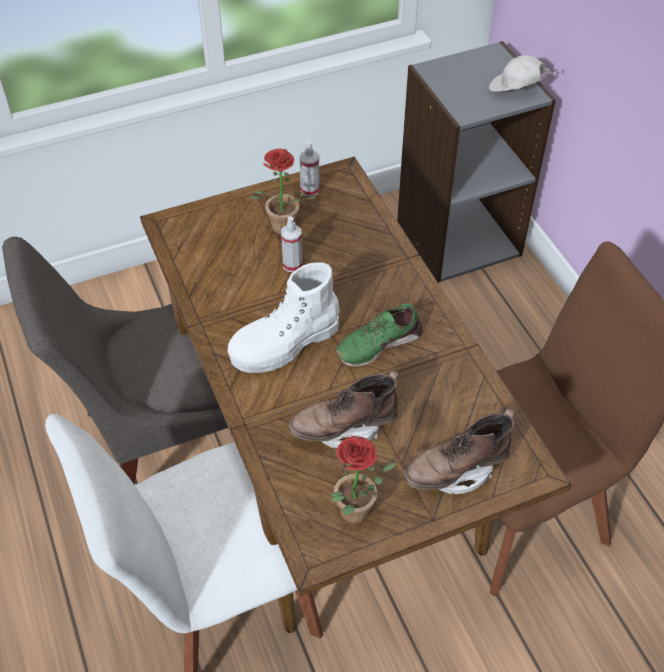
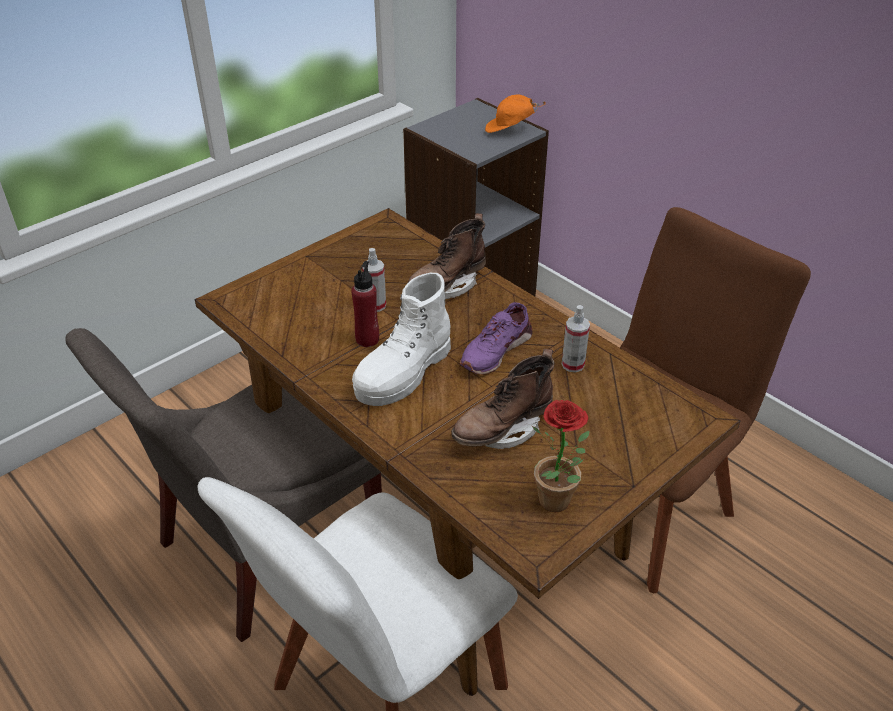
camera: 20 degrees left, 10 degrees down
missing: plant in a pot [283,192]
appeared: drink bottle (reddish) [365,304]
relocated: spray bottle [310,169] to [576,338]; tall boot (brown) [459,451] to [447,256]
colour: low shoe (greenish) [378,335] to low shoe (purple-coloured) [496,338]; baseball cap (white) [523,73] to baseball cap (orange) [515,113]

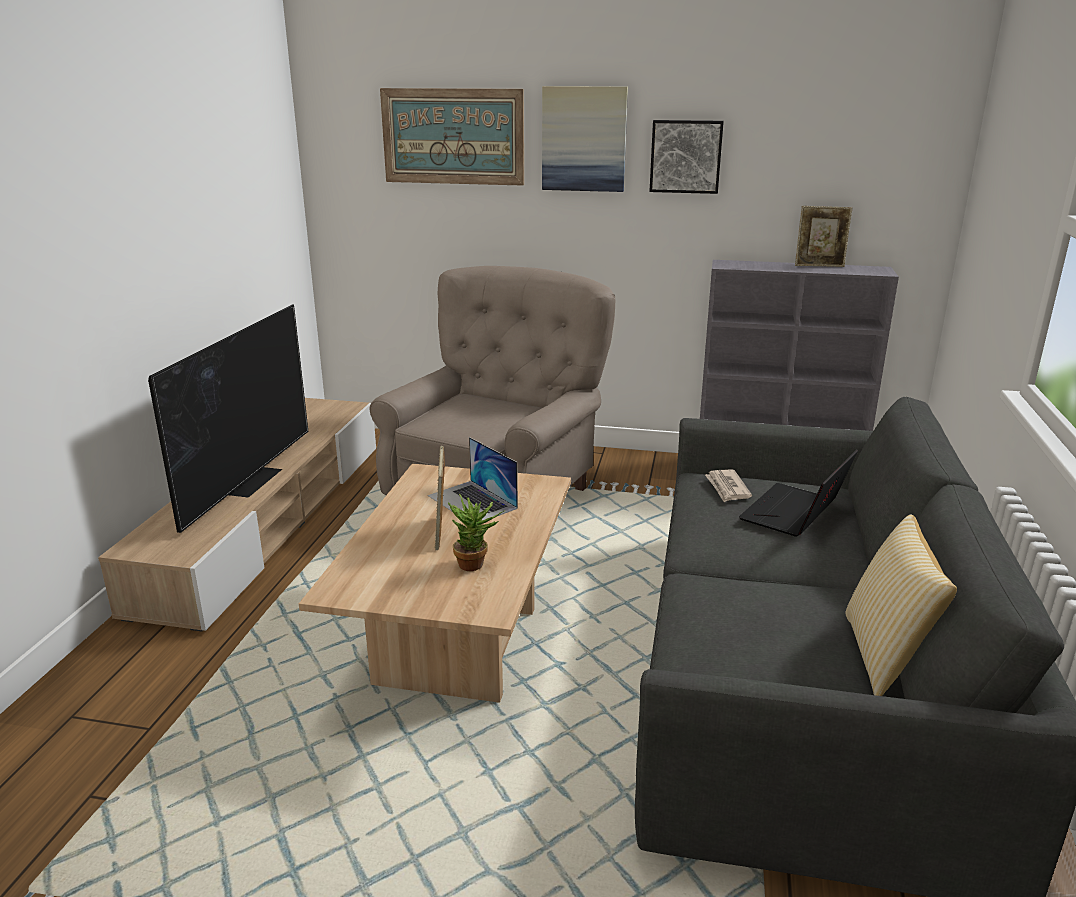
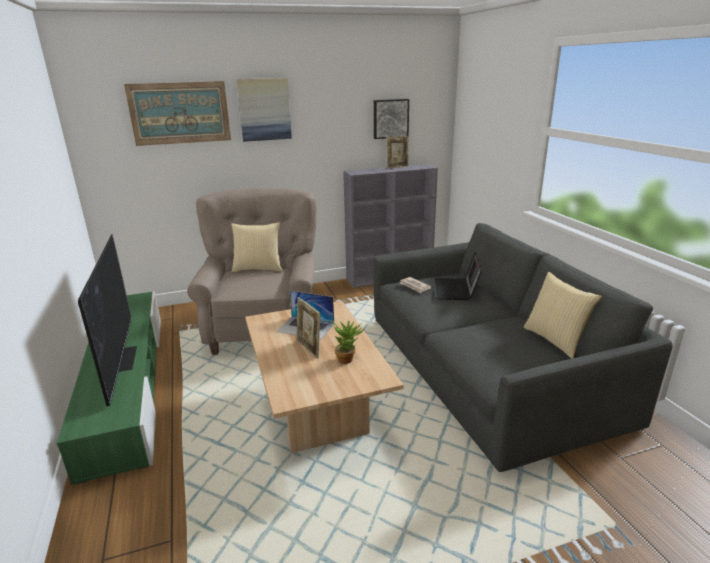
camera: 30 degrees left, 0 degrees up
appeared: pillow [256,247]
relocated: picture [686,157] to [391,119]
colour: tv stand (beige) [237,515] to tv stand (greenish) [109,388]

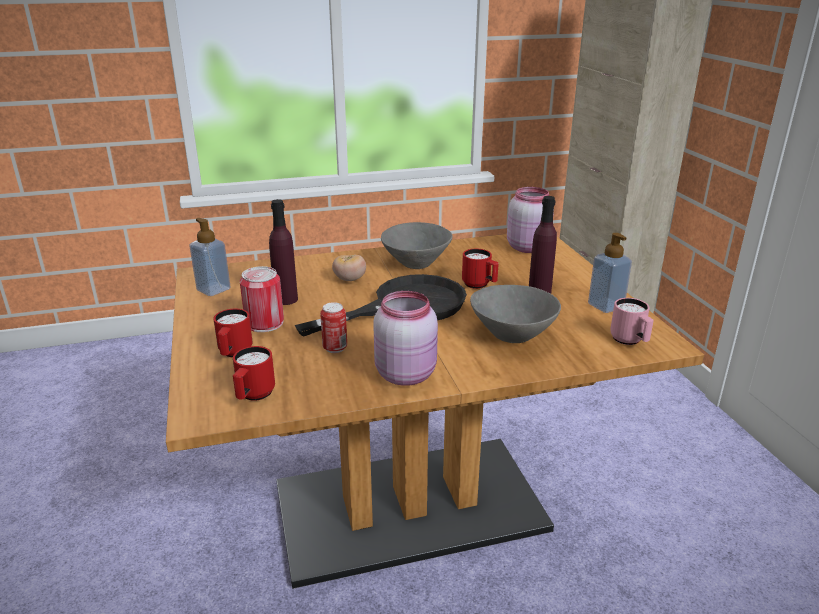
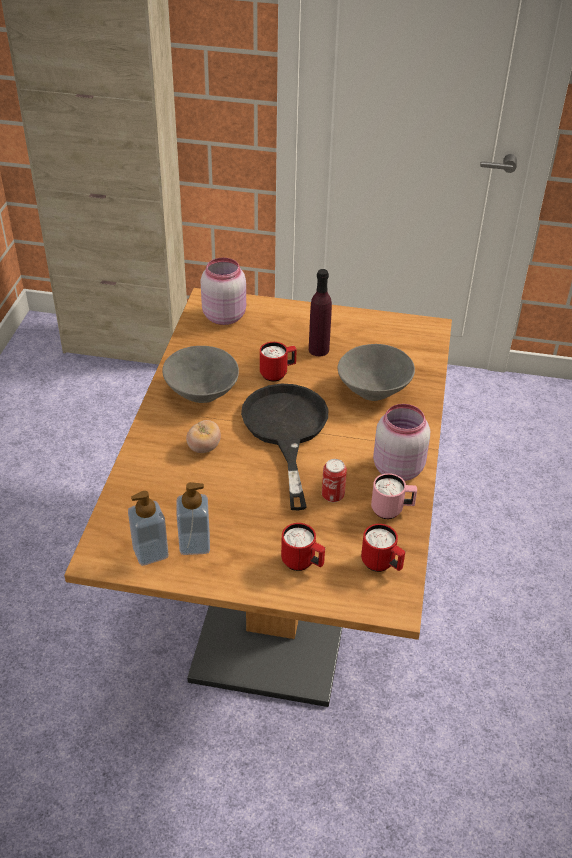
camera: 65 degrees left, 15 degrees up
missing: can [262,299]; drink bottle (purple-coloured) [283,252]
relocated: soap bottle [610,273] to [193,518]; mug (pink) [632,321] to [394,496]

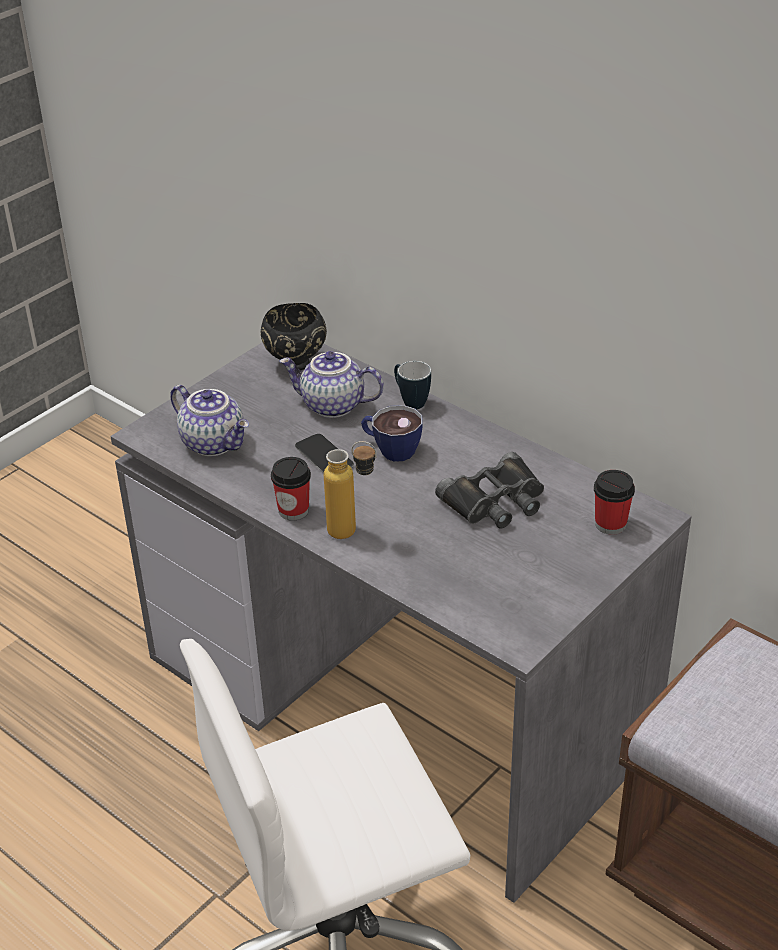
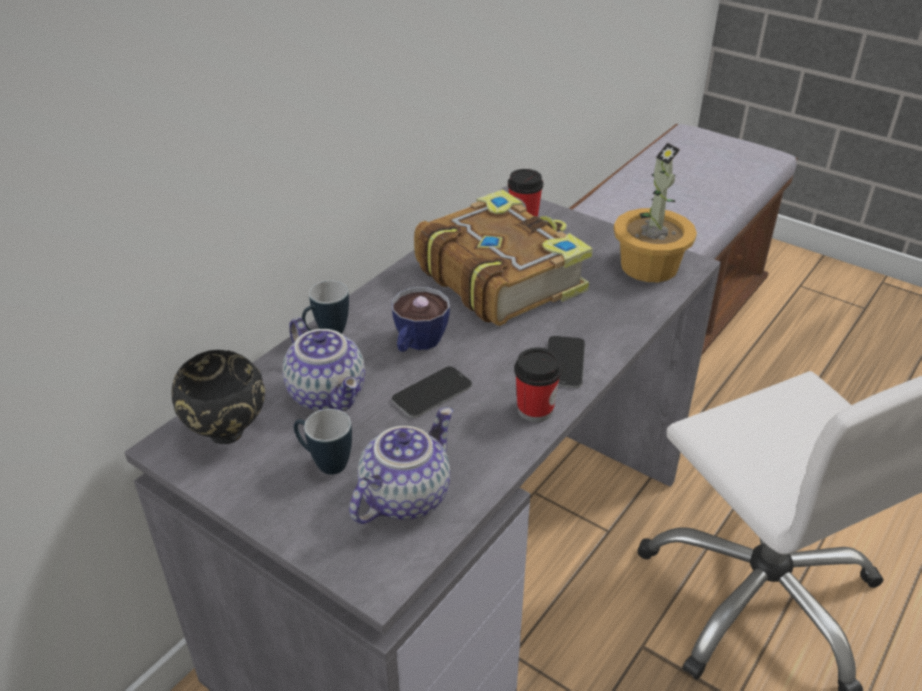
camera: 95 degrees left, 0 degrees up
appeared: mug [323,442]; plant in a pot [655,212]
exchanged: drink bottle [350,490] to handset [566,362]; field glasses (blackish) [489,490] to book [503,257]
spun: tea pot [331,384] = [323,364] 45 degrees counterclockwise

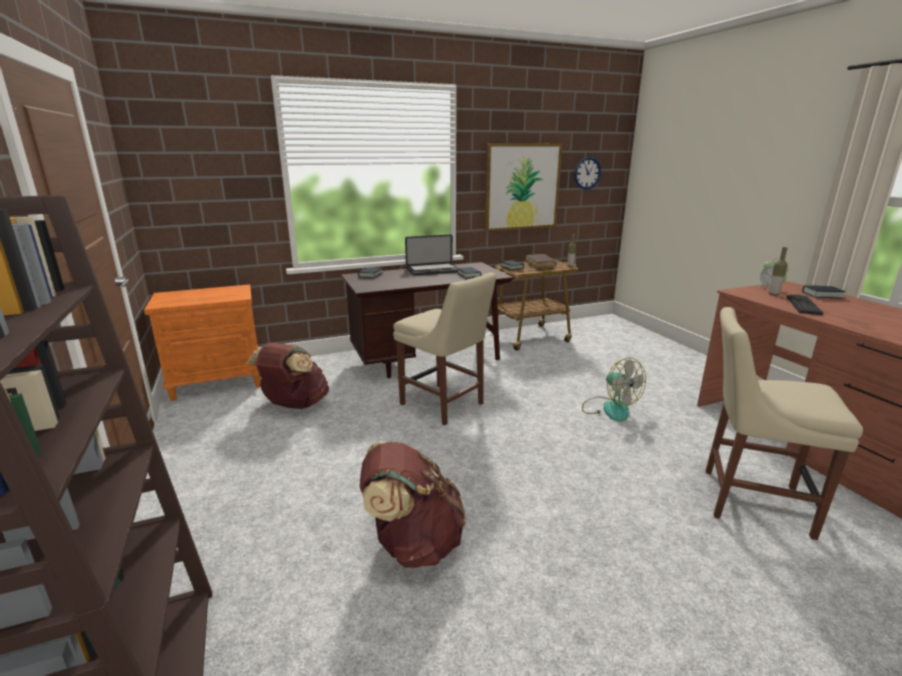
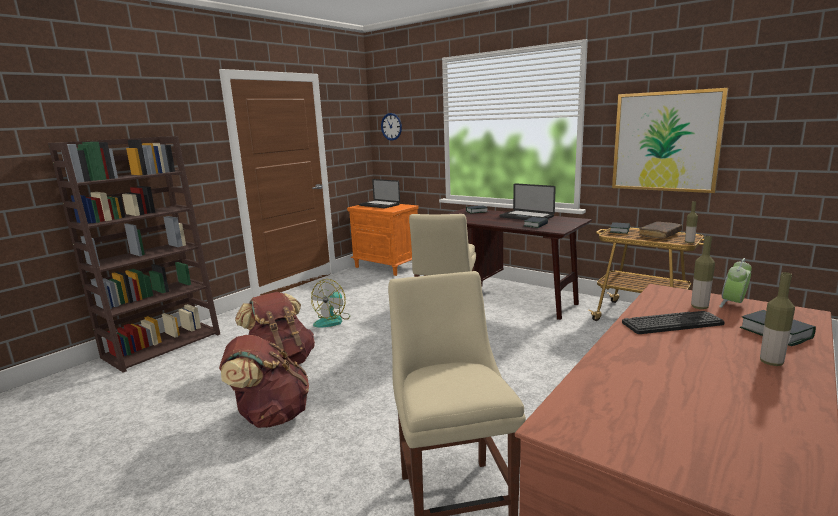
camera: 60 degrees right, 5 degrees down
appeared: laptop [379,193]; drink bottle [777,319]
relocated: backpack (brown) [287,376] to [264,381]; clock on the wall [588,173] to [391,127]; fan [614,390] to [330,303]

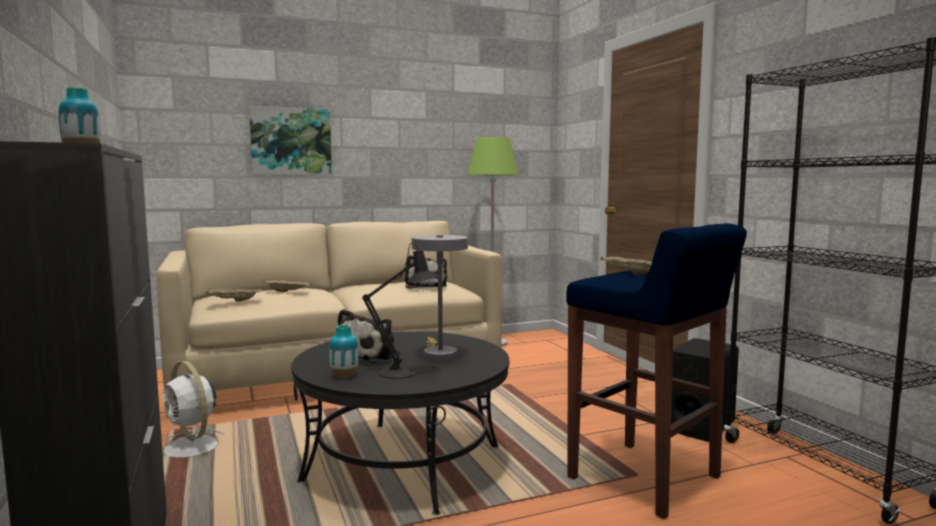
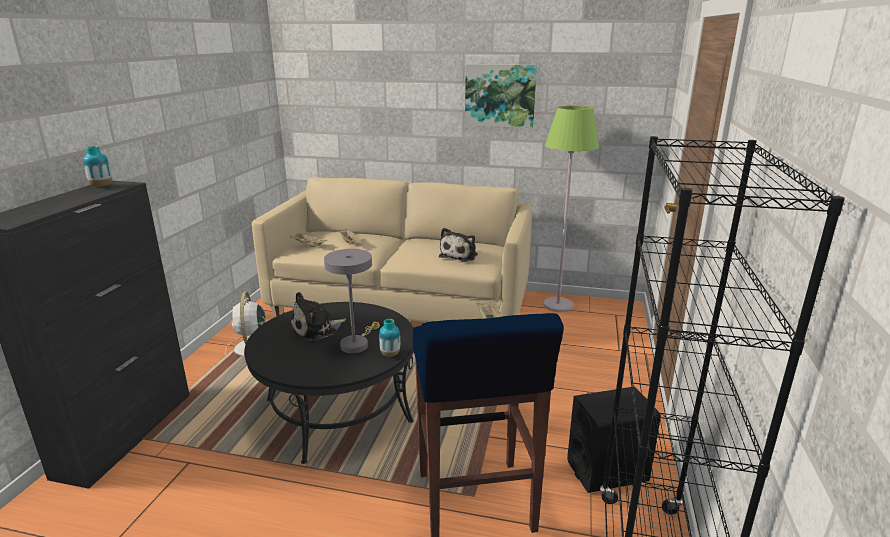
camera: 35 degrees right, 15 degrees up
missing: tabletop lamp (blackish) [400,310]
relocated: picture [290,140] to [501,96]; flower vase [344,351] to [389,338]

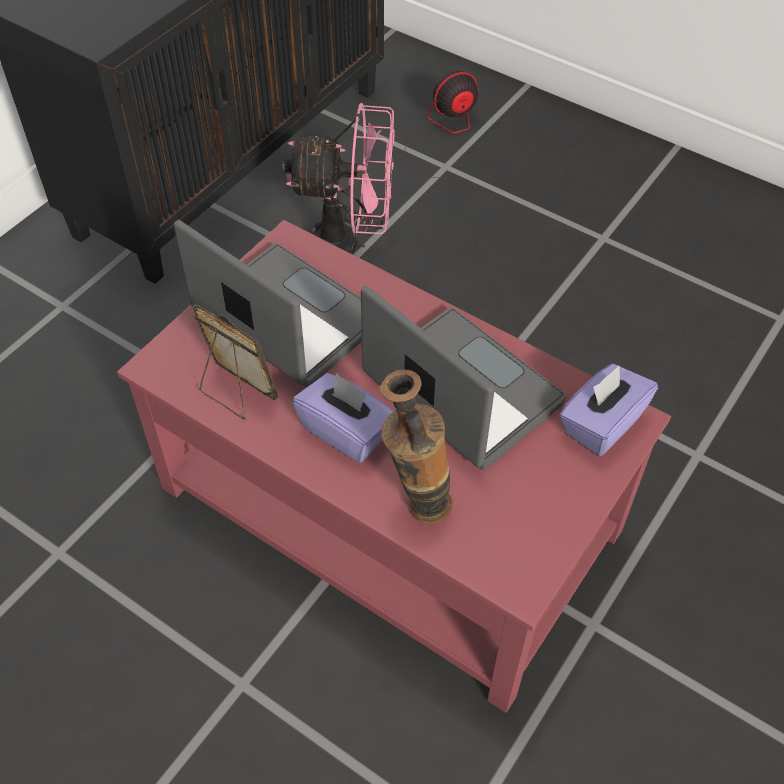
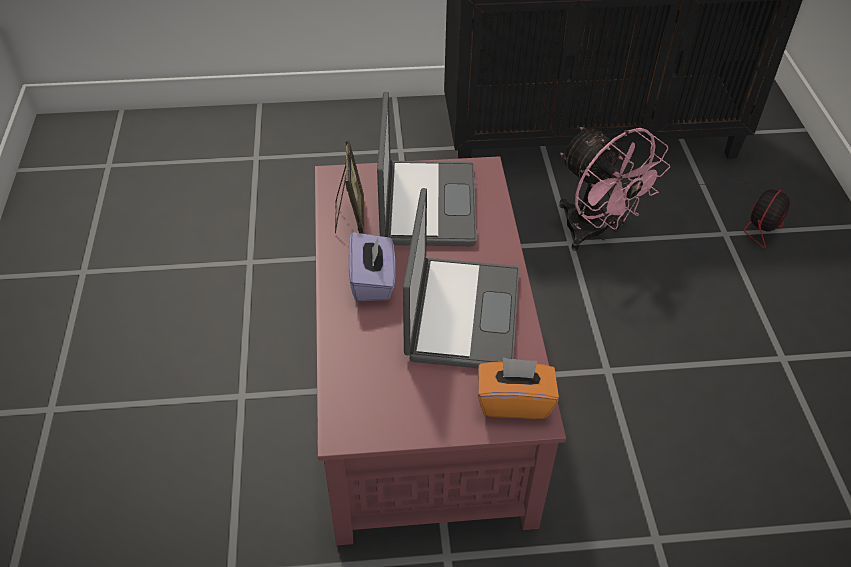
camera: 50 degrees right, 5 degrees down
missing: flower vase [416,447]
colour: tissue holder (purple-coloured) [609,410] to tissue holder (orange) [518,388]
spun: fan [444,133] = [736,213] 105 degrees clockwise

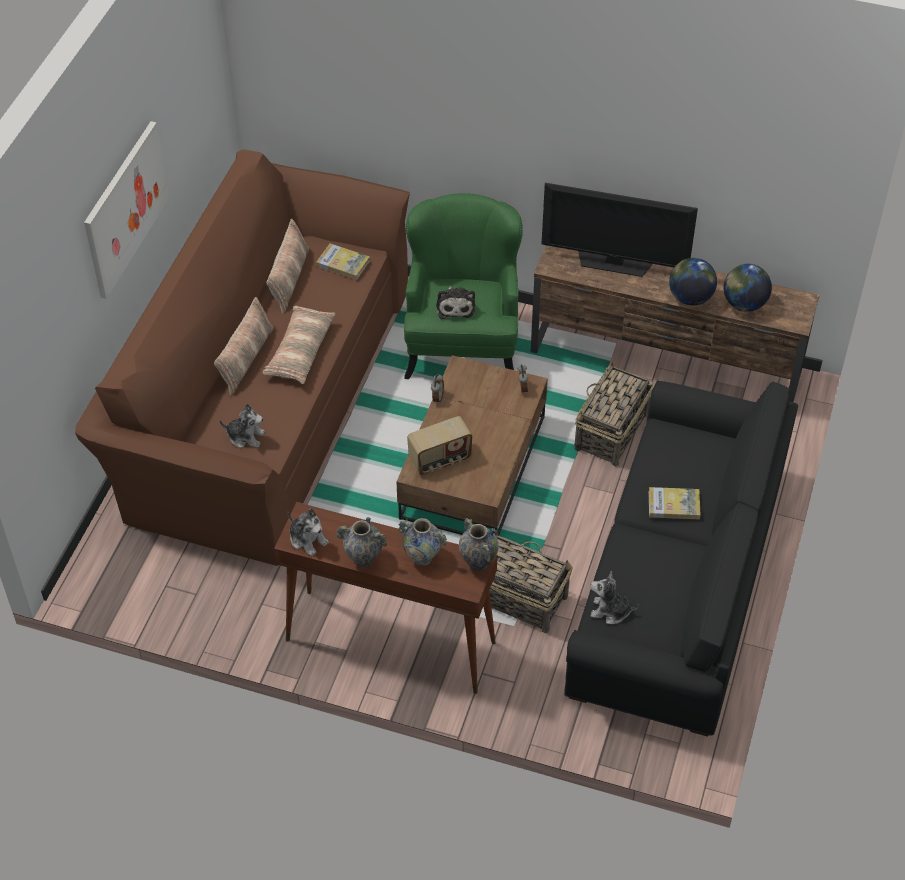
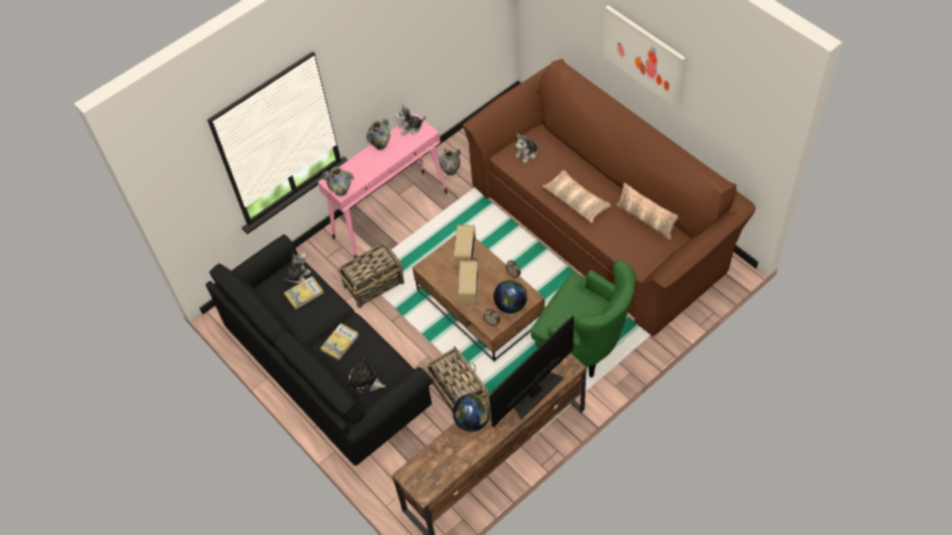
camera: 125 degrees right, 5 degrees up
missing: pillow [244,346]
appeared: radio set [468,283]
relocated: book [343,261] to [304,293]; flower vase [422,542] to [450,162]; cuddly toy [455,302] to [367,375]; desk globe [747,288] to [510,296]
colour: narrow table (brown) [385,598] to narrow table (pink) [382,185]

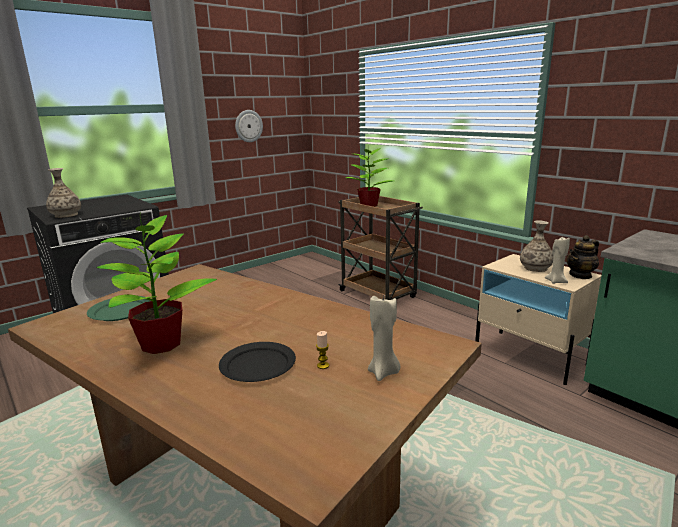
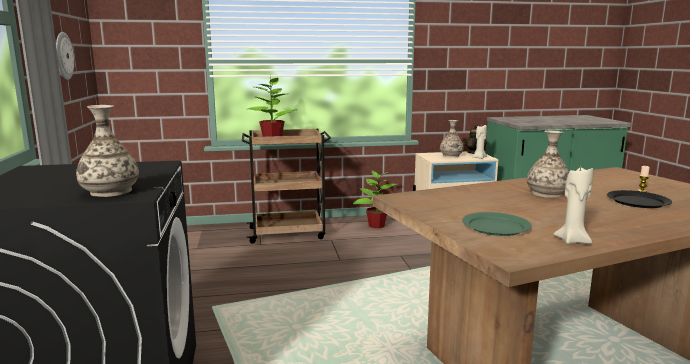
camera: 60 degrees left, 5 degrees down
appeared: flower vase [548,164]
relocated: plant in a pot [157,284] to [375,199]; wax light (beige) [384,337] to [573,205]

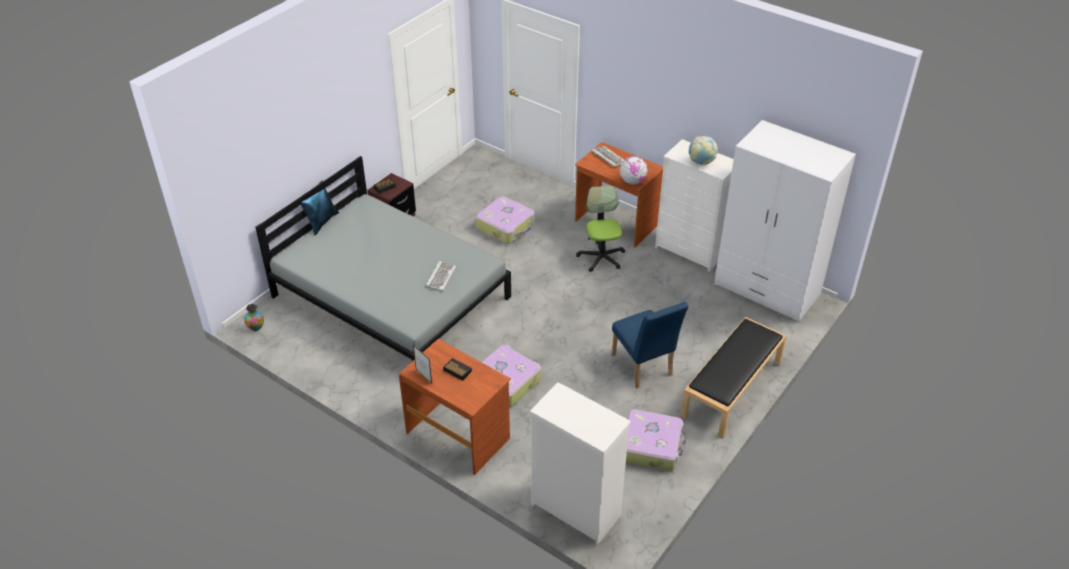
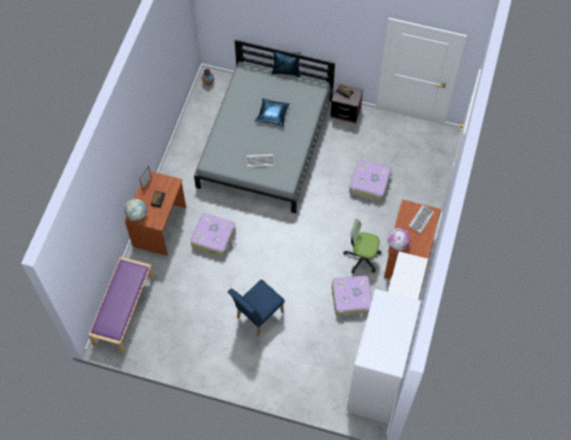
camera: 70 degrees right, 20 degrees up
missing: long seat (blackish) [733,377]
appeared: pillow (bluish) [272,112]
relocated: piece of luggage [656,440] to [352,296]; desk globe [703,150] to [136,210]
exchanged: drawer chest (white) [580,463] to long seat (purple-coloured) [121,305]
spun: office chair [600,229] = [362,246] 135 degrees counterclockwise

